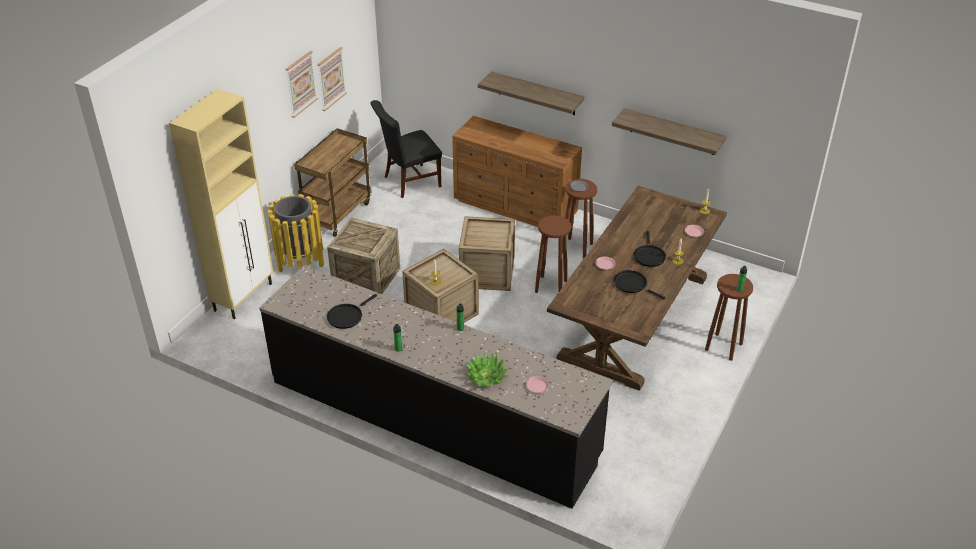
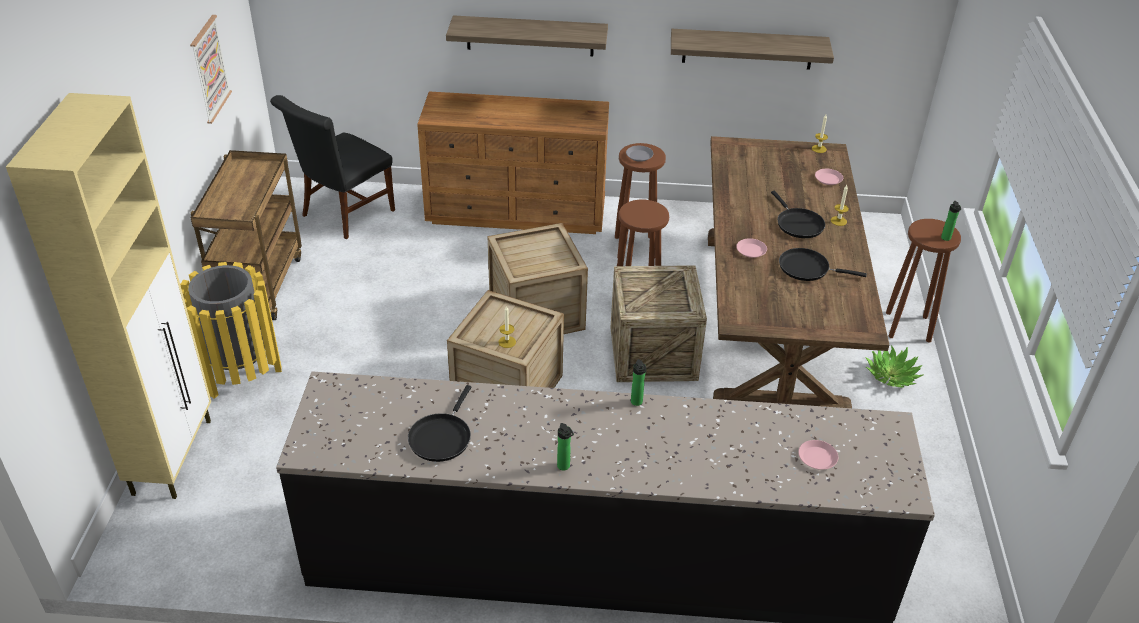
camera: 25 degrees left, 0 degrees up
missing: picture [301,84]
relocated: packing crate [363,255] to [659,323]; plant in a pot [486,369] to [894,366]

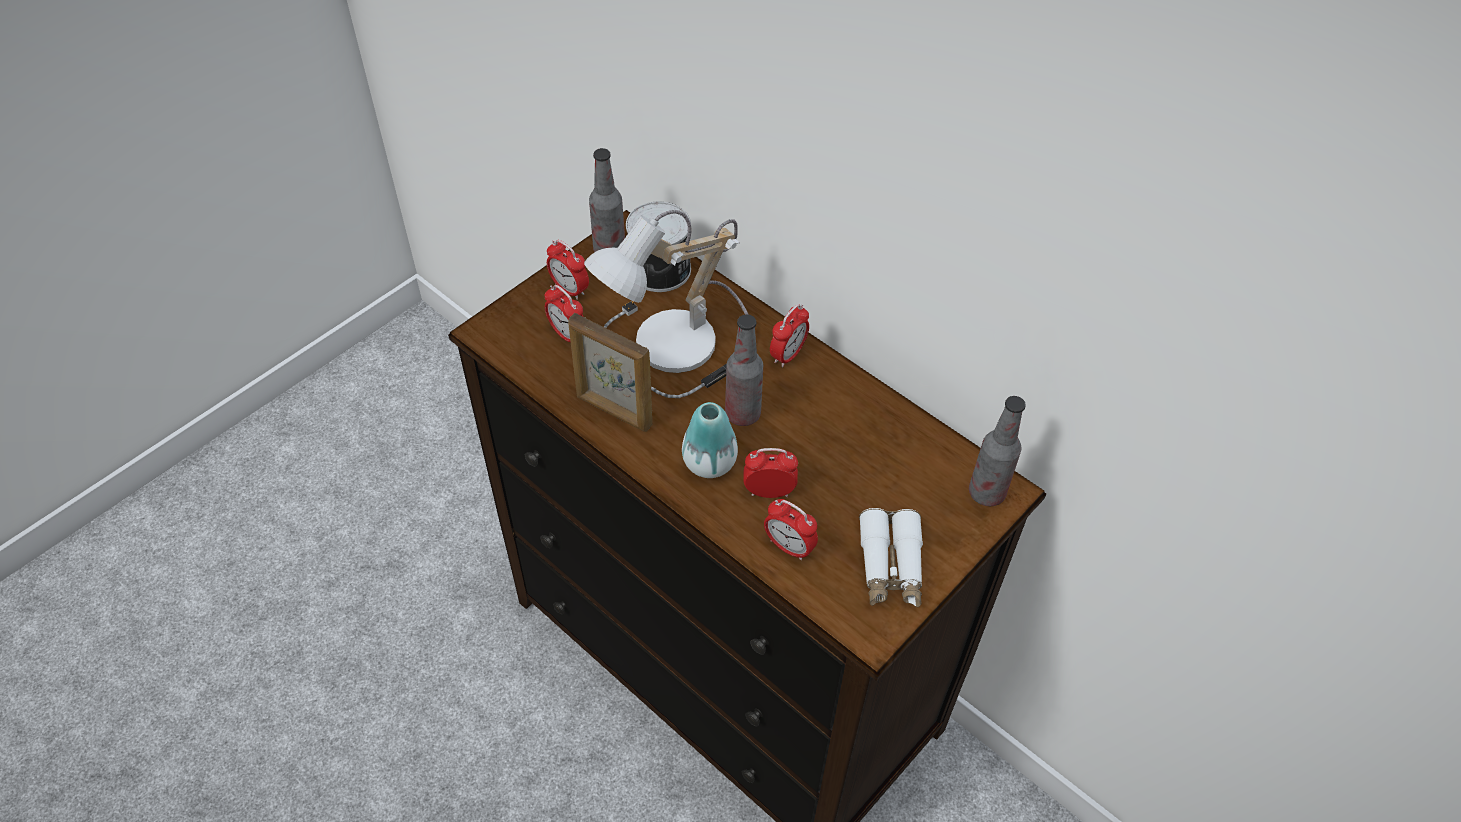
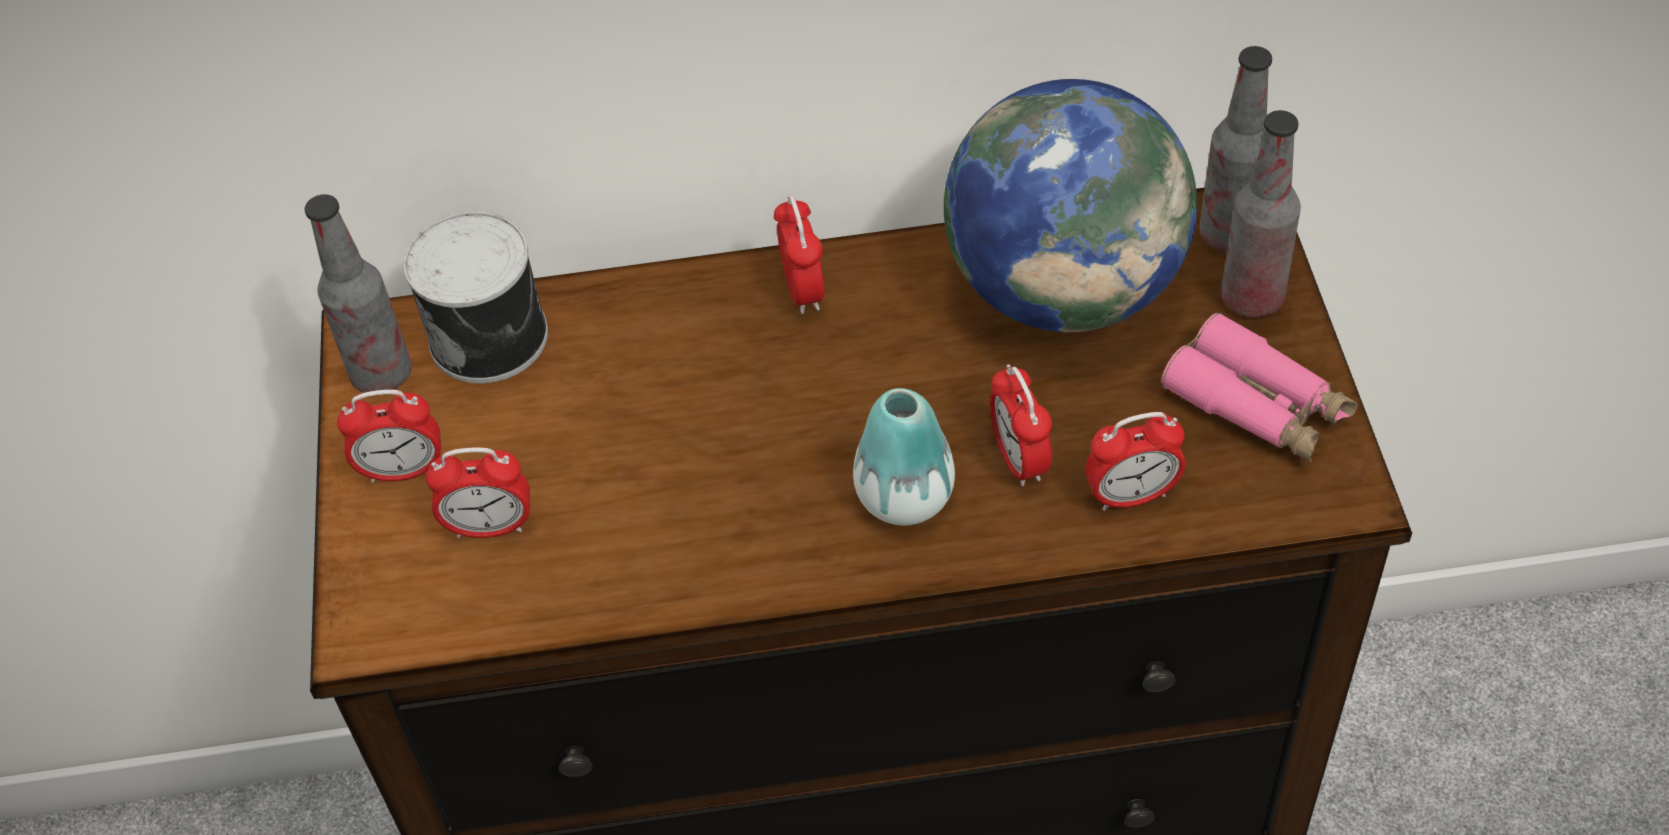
camera: 45 degrees left, 0 degrees up
missing: photo frame [610,372]; tabletop lamp [666,304]
appeared: desk globe [1070,205]
relocated: drink bottle [744,370] to [1261,213]
colour: field glasses (white) [891,557] to field glasses (pink) [1259,387]
spun: bedside clock [771,473] = [1021,425] 60 degrees counterclockwise

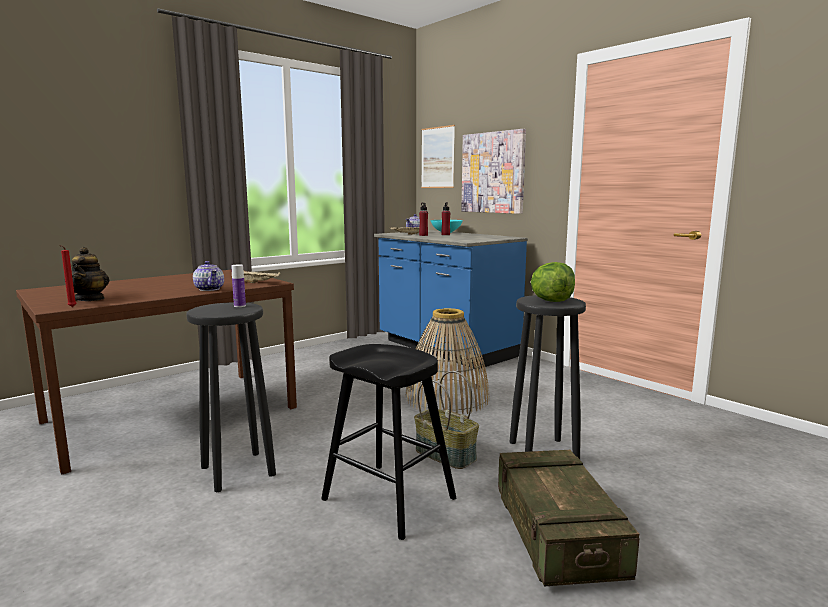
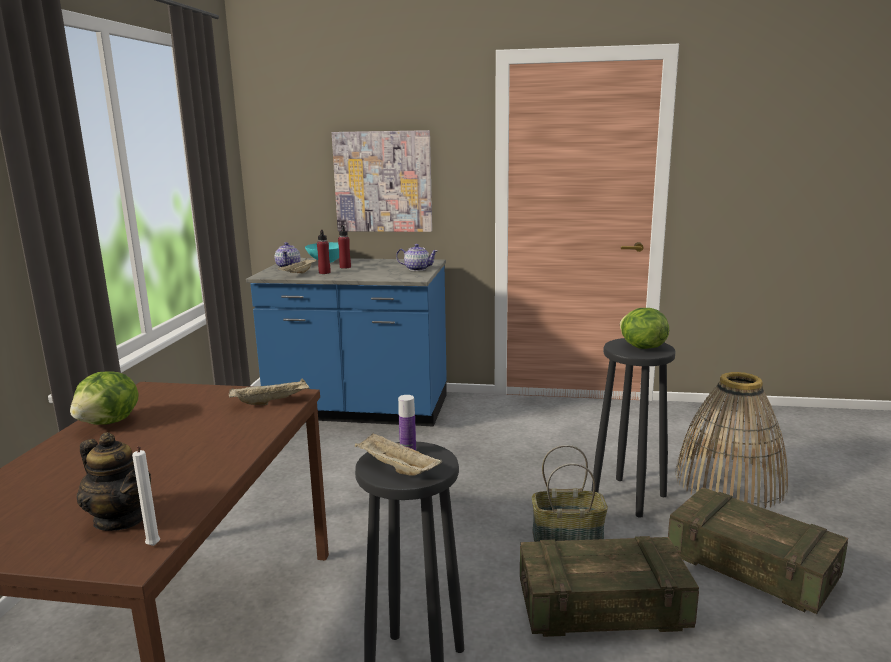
camera: 40 degrees left, 5 degrees up
missing: picture [438,156]
appeared: lettuce head [104,398]; carrying tray (beige) [398,454]
relocated: tea pot [208,276] to [417,257]; household basket [447,361] to [731,440]
exchanged: sitting stool (blackish) [388,442] to packing crate [609,586]
colour: wax light (reddish) [67,276] to wax light (white) [146,496]

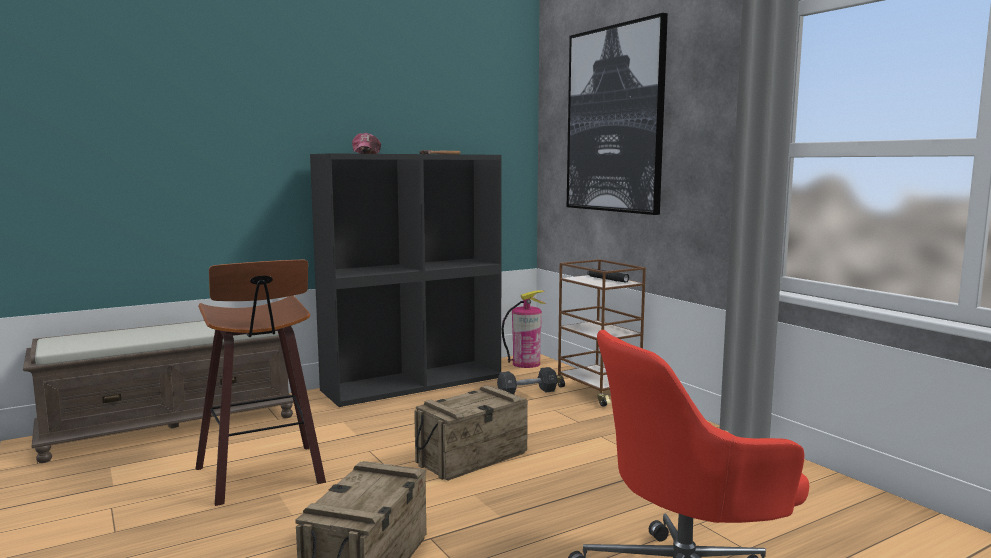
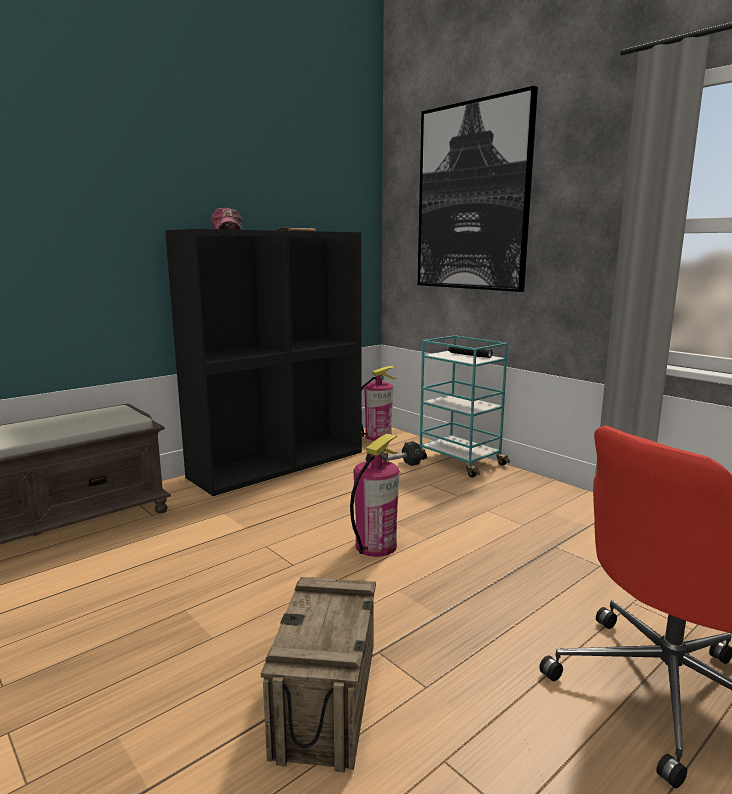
camera: 10 degrees left, 5 degrees up
missing: sitting stool [260,383]
exchanged: packing crate [471,433] to extinguisher [375,495]
colour: cart (brown) [601,332] to cart (turquoise-coloured) [465,406]

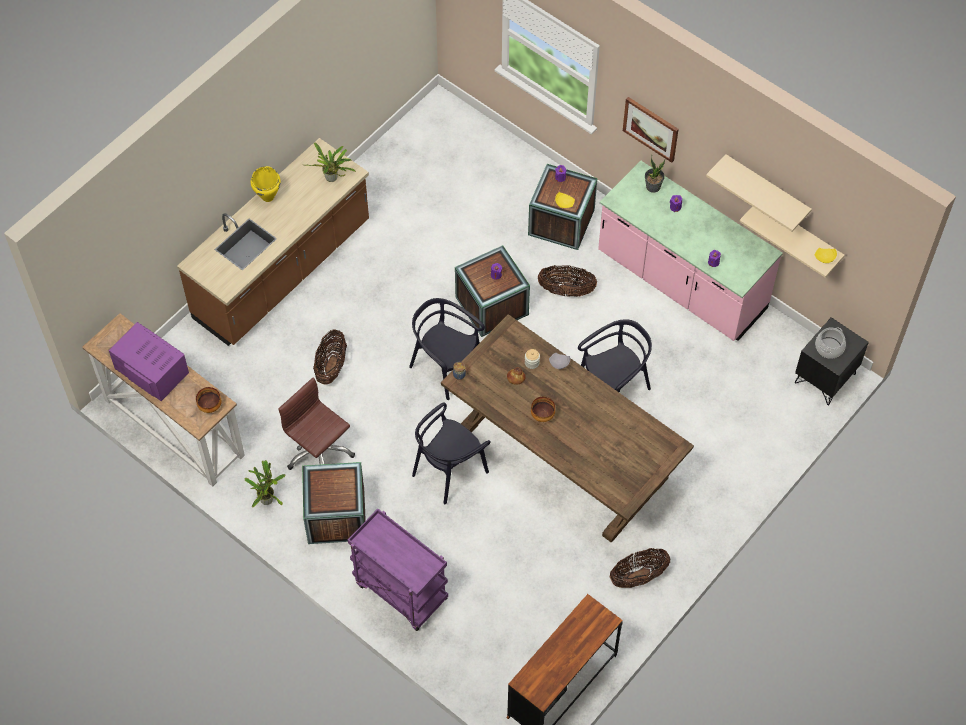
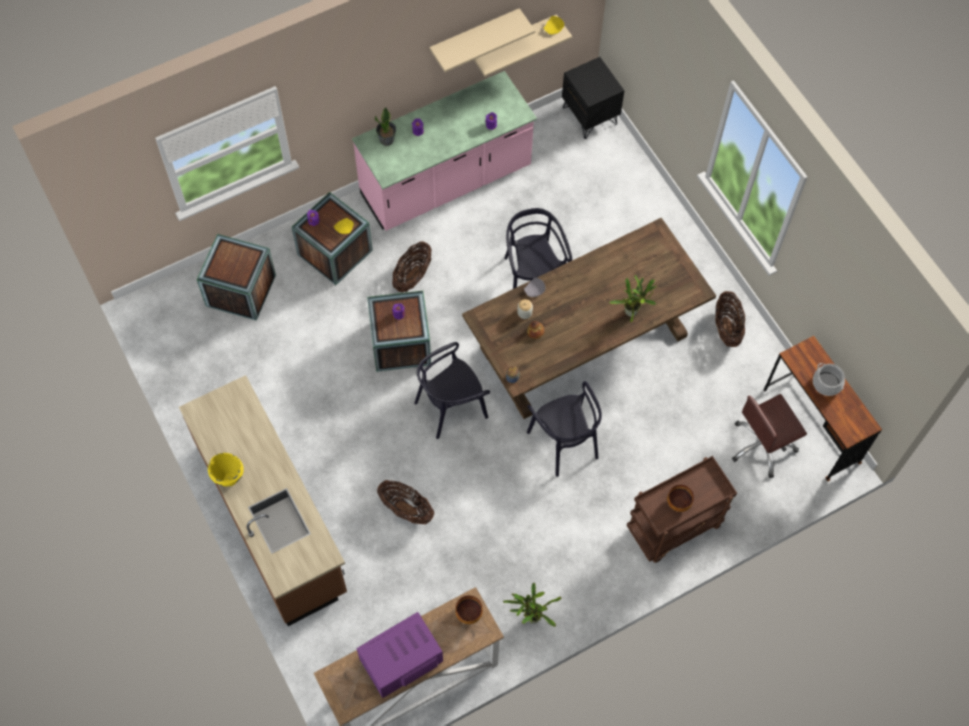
camera: 70 degrees left, 5 degrees up
missing: picture [651,130]
relocated: office chair (brown) [316,423] to [769,436]; packing crate [334,503] to [236,277]; plant in a pot [331,162] to [633,299]; serving bowl [543,409] to [680,498]; stockpot [830,343] to [829,379]
colour: cart (purple-coloured) [398,570] to cart (brown) [682,509]

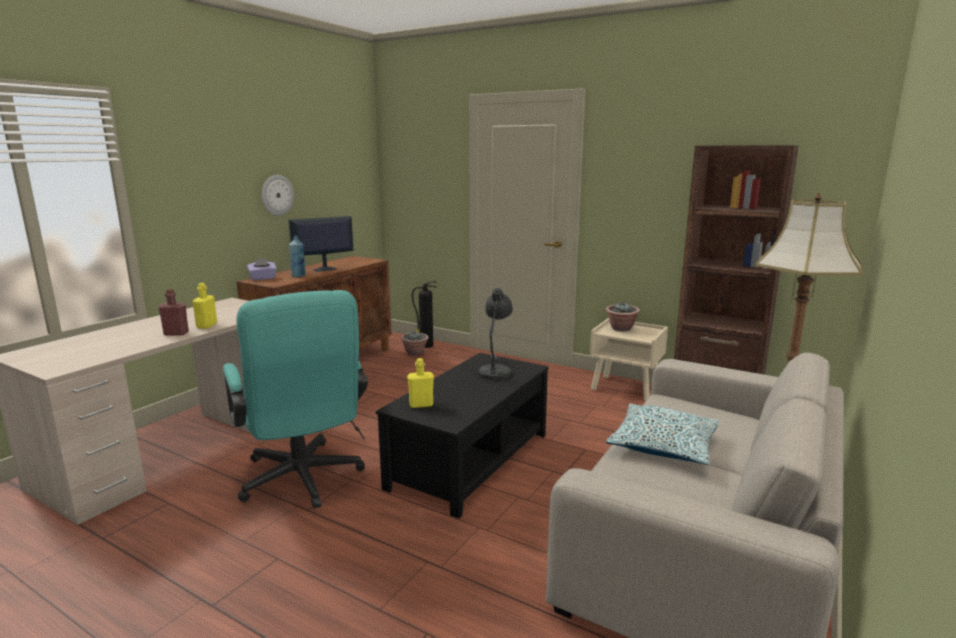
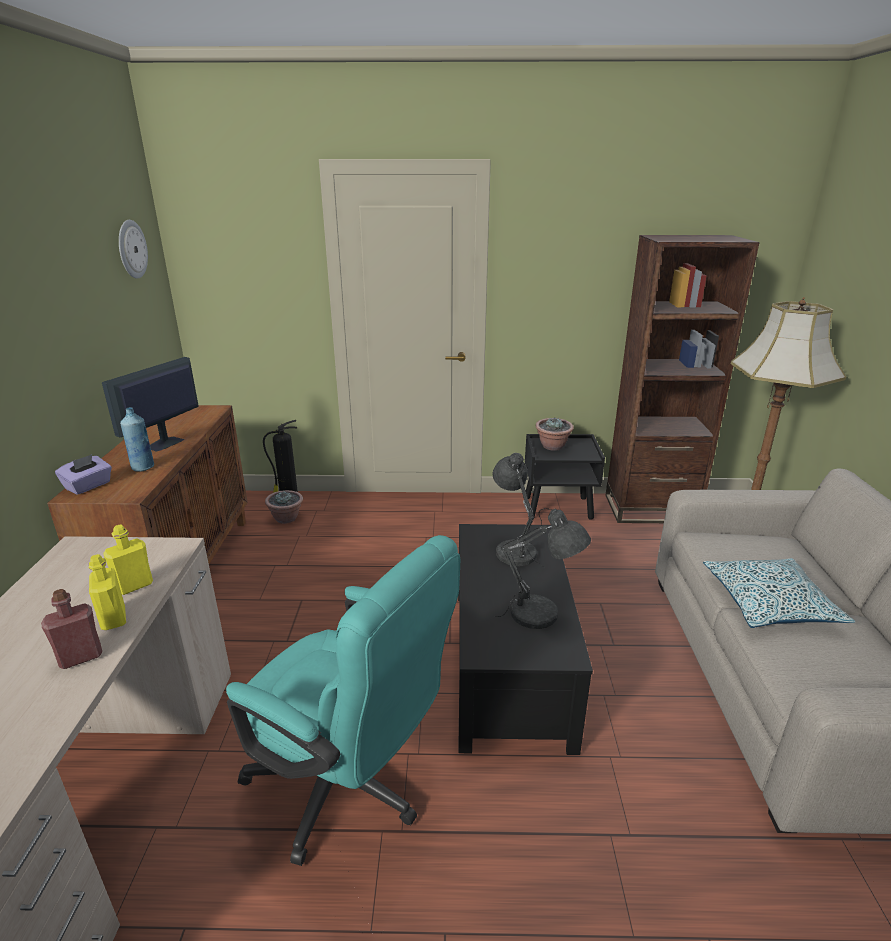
camera: 30 degrees left, 10 degrees up
appeared: tabletop lamp (gray) [542,568]
relocated: clock on the wall [278,195] to [133,249]; drink bottle (yellow) [420,383] to [128,560]
colour: bedside table (beige) [629,359] to bedside table (blackish) [565,477]

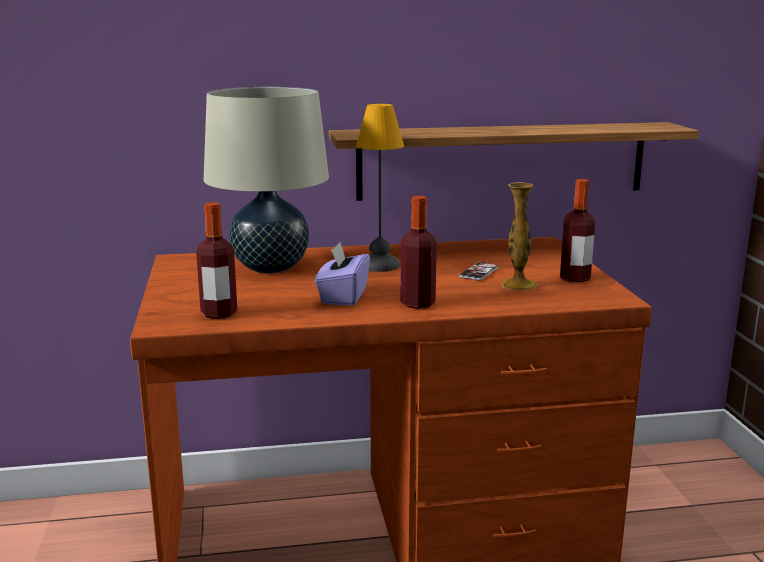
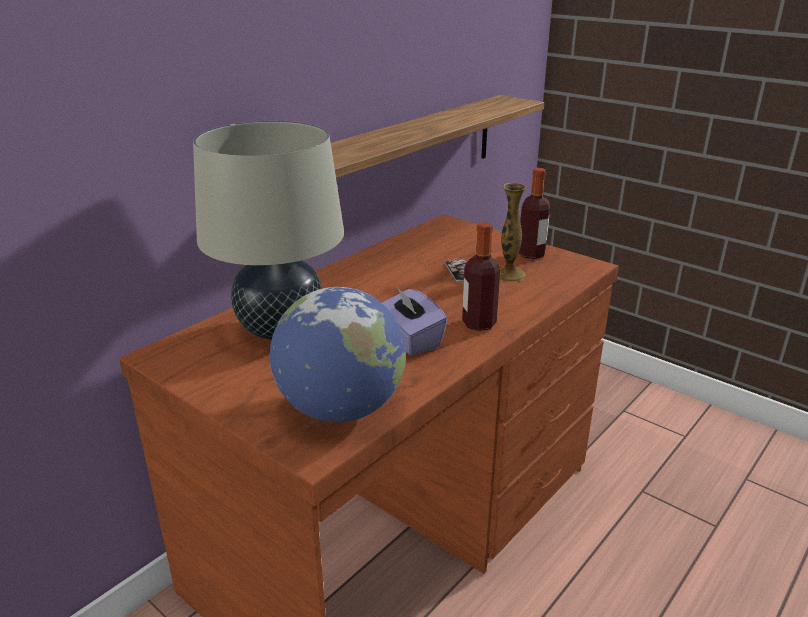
camera: 40 degrees left, 10 degrees up
missing: tabletop lamp [380,188]
exchanged: drink bottle [216,260] to desk globe [338,354]

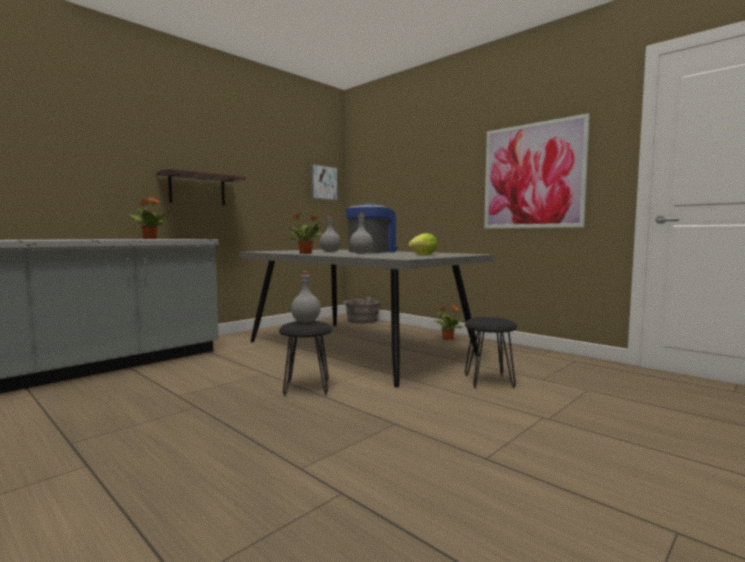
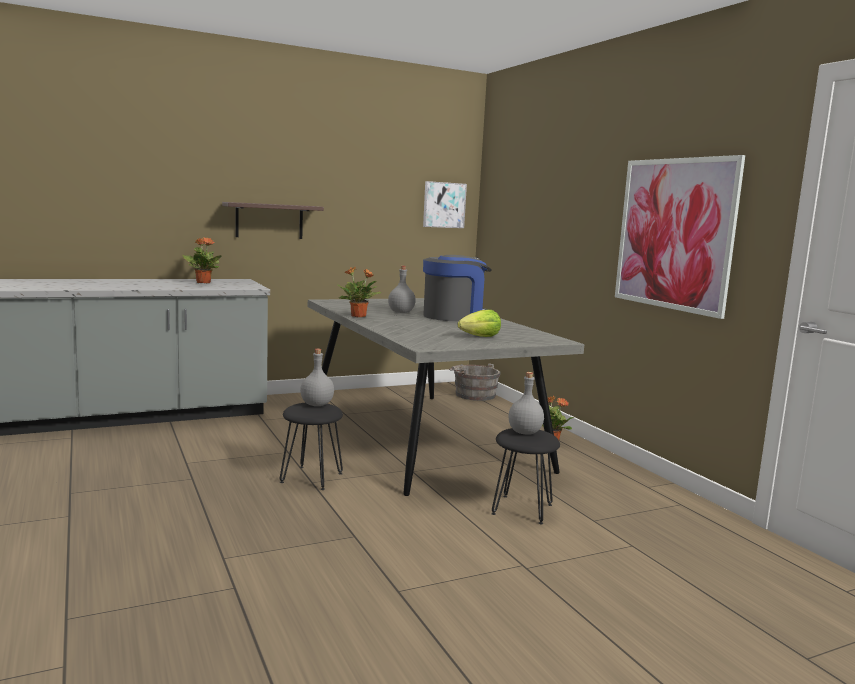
camera: 20 degrees right, 5 degrees up
relocated: drink bottle (gray) [361,233] to [526,403]

